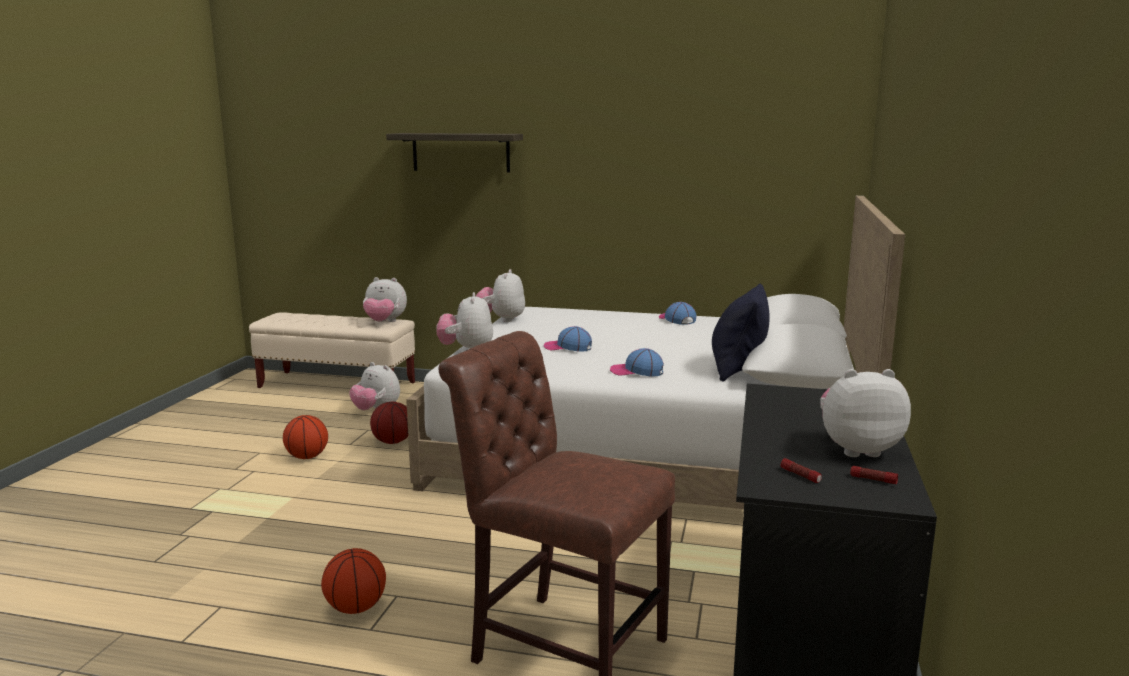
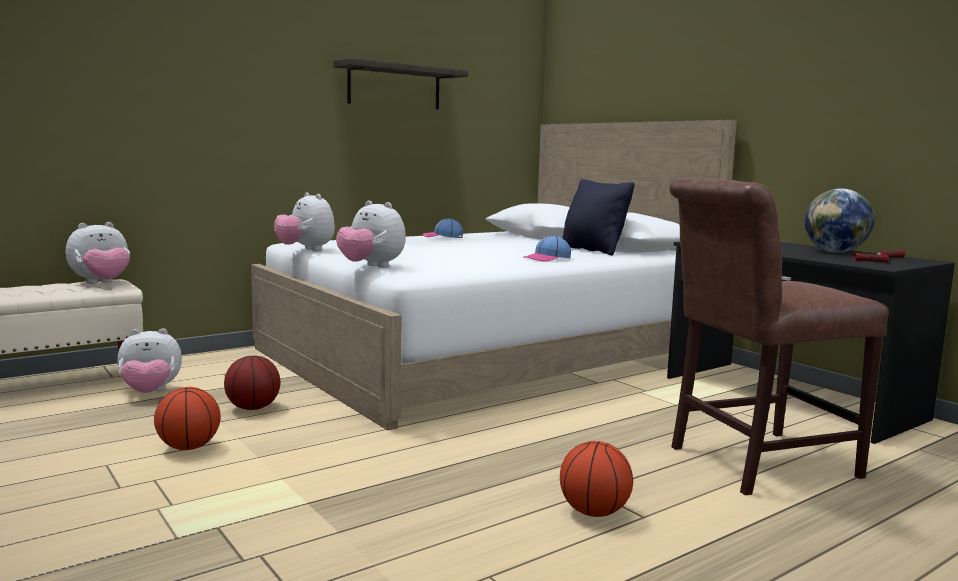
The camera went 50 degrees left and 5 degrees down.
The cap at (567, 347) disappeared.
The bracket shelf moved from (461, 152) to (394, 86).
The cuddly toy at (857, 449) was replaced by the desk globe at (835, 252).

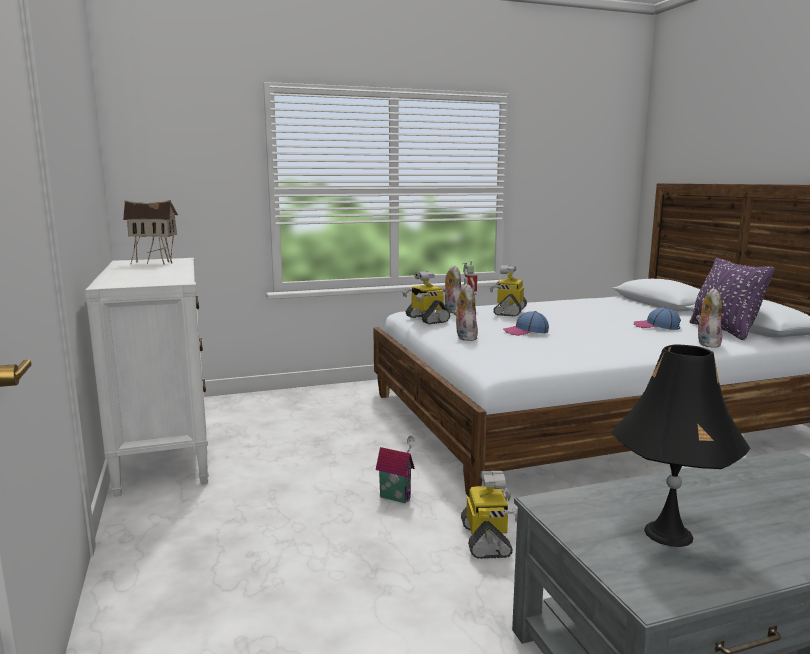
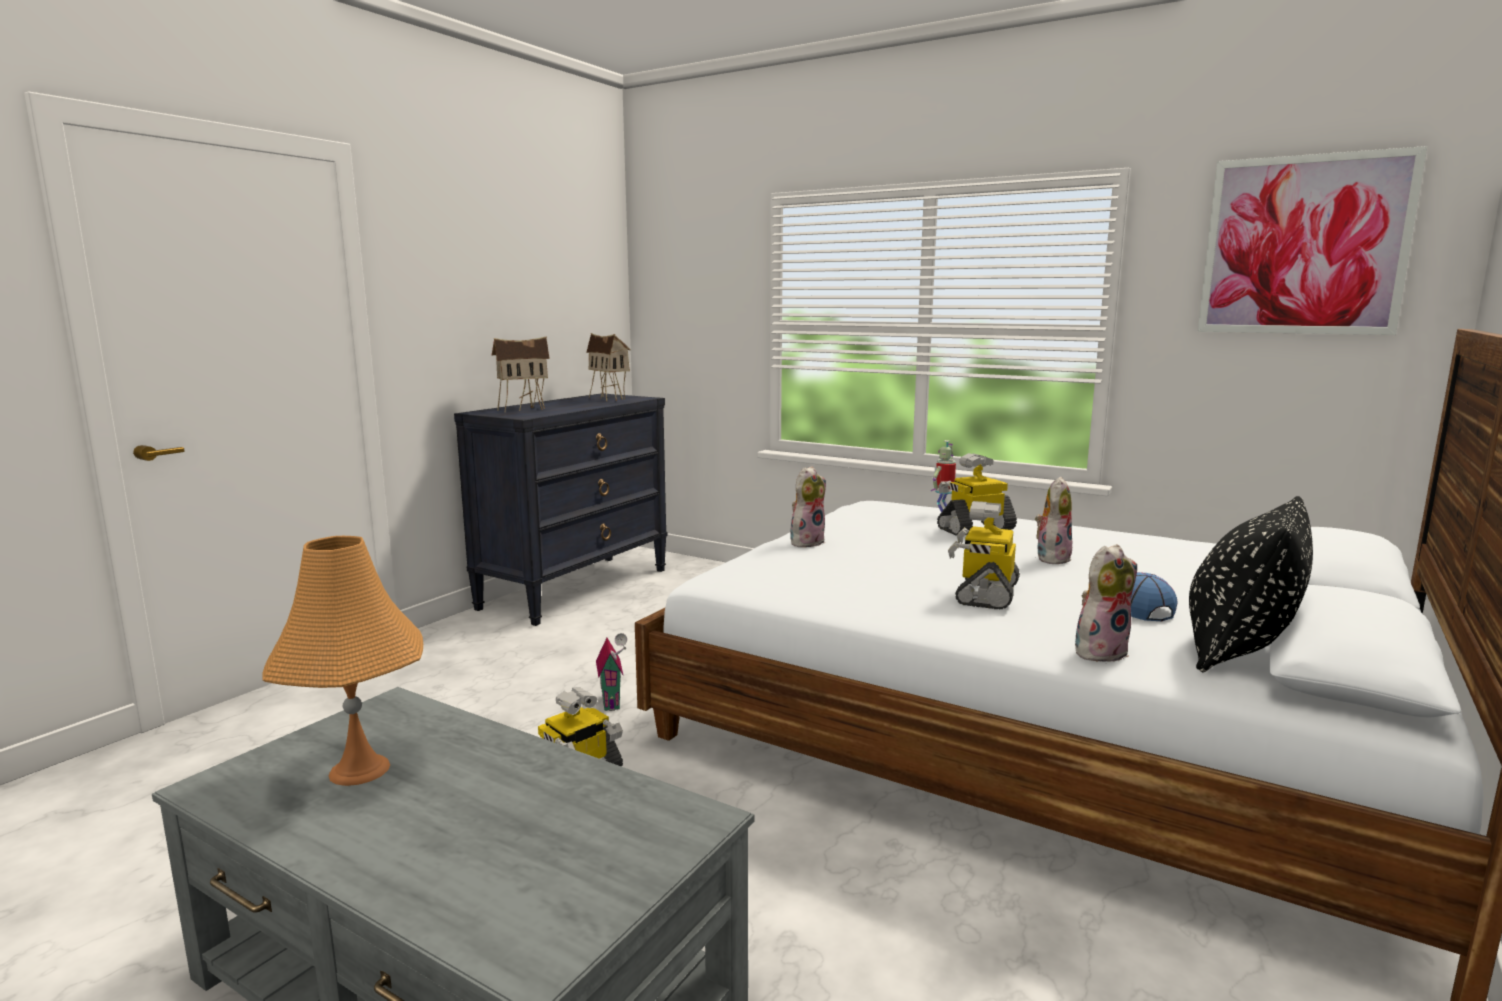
The camera went 50 degrees right and 0 degrees up.
The cap at (525, 331) disappeared.
The model house at (522, 409) appeared.
The picture at (1303, 245) appeared.
The model robot moved from (426, 319) to (985, 594).
The cuddly toy moved from (451, 311) to (1051, 558).
The whitish drawer chest at (164, 447) became the black drawer chest at (576, 588).
The black lamp for a table at (668, 534) became the orangey lamp for a table at (359, 770).
The purplish cushion at (724, 331) became the black cushion at (1238, 650).

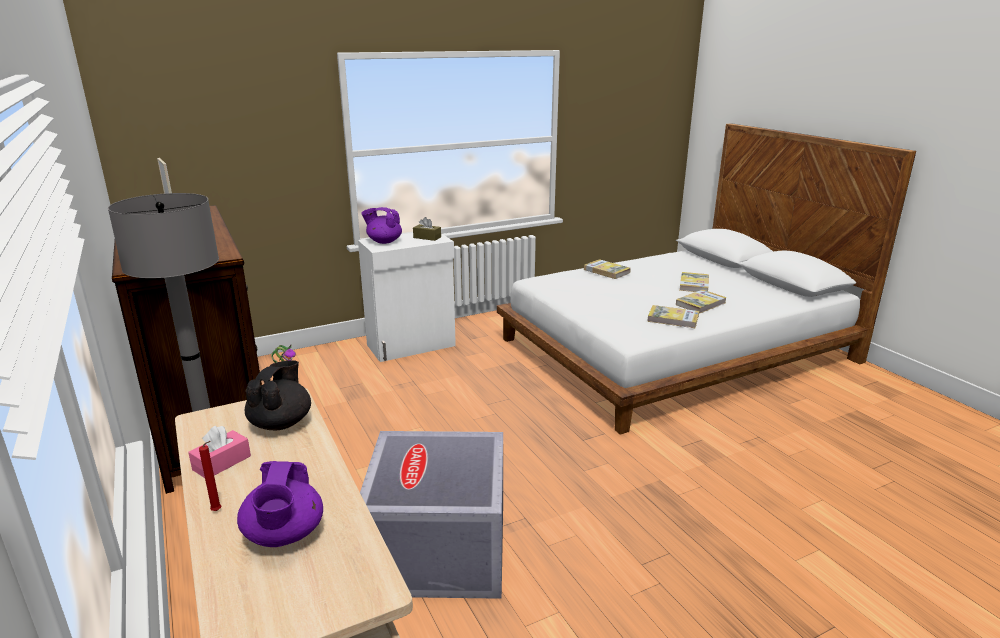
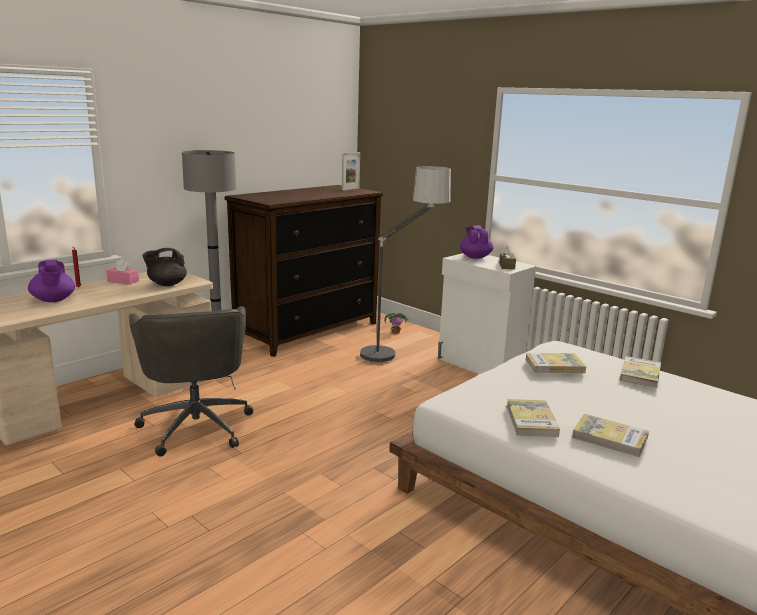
The camera went 70 degrees right and 5 degrees down.
The floor lamp at (399, 350) appeared.
The volume moved from (694, 284) to (554, 366).
The greyish storage container at (440, 549) was replaced by the greyish desk chair at (196, 425).
The purplish tea pot at (284, 535) turned 90 degrees counterclockwise.
The black tea pot at (281, 423) turned 150 degrees clockwise.

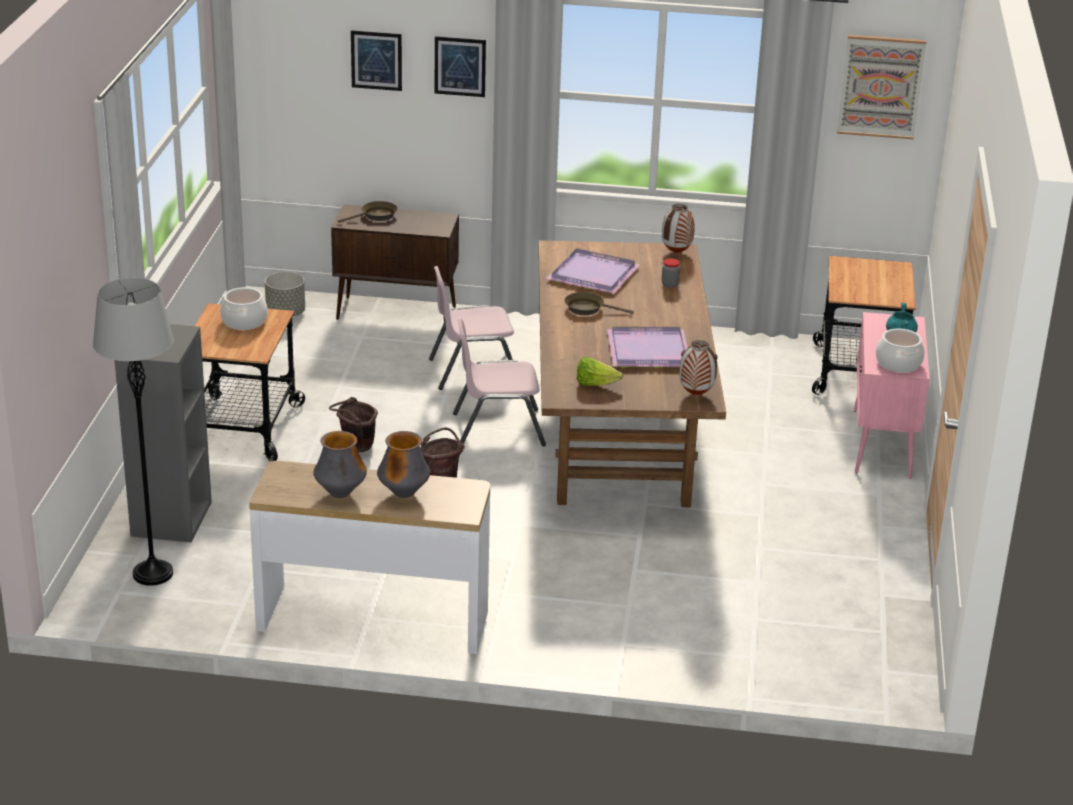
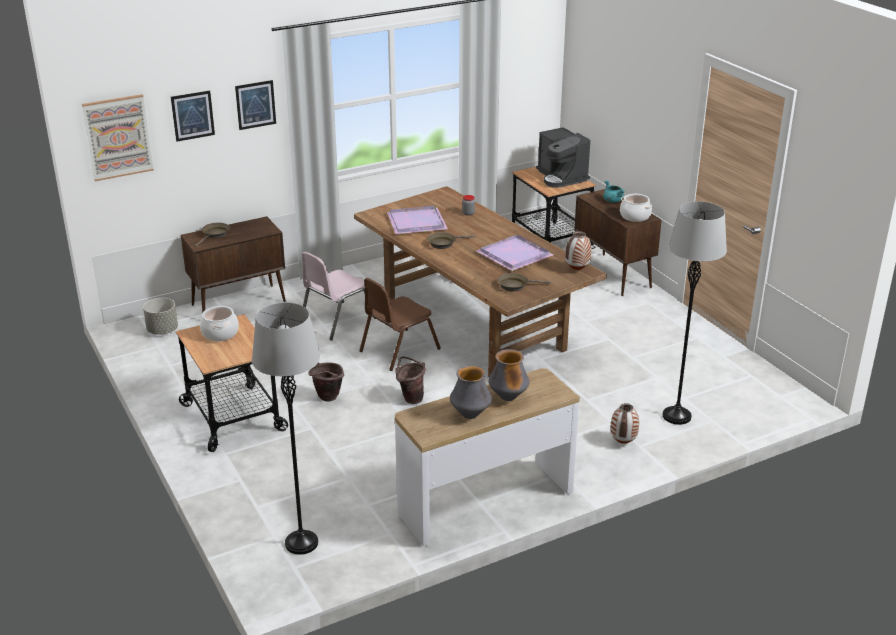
The camera went 35 degrees left and 0 degrees up.
The greyish bookcase at (171, 518) disappeared.
The coffee brewer at (561, 177) appeared.
The greyish floor lamp at (676, 416) appeared.
The decorative vase moved from (676, 253) to (623, 442).
The picture moved from (881, 86) to (118, 137).
The lettuce at (595, 384) was replaced by the brown-coloured skillet at (515, 285).
The pinkish chair at (498, 429) became the brown-coloured chair at (398, 350).
The pinkish storage cabinet at (882, 444) became the brown-coloured storage cabinet at (613, 275).

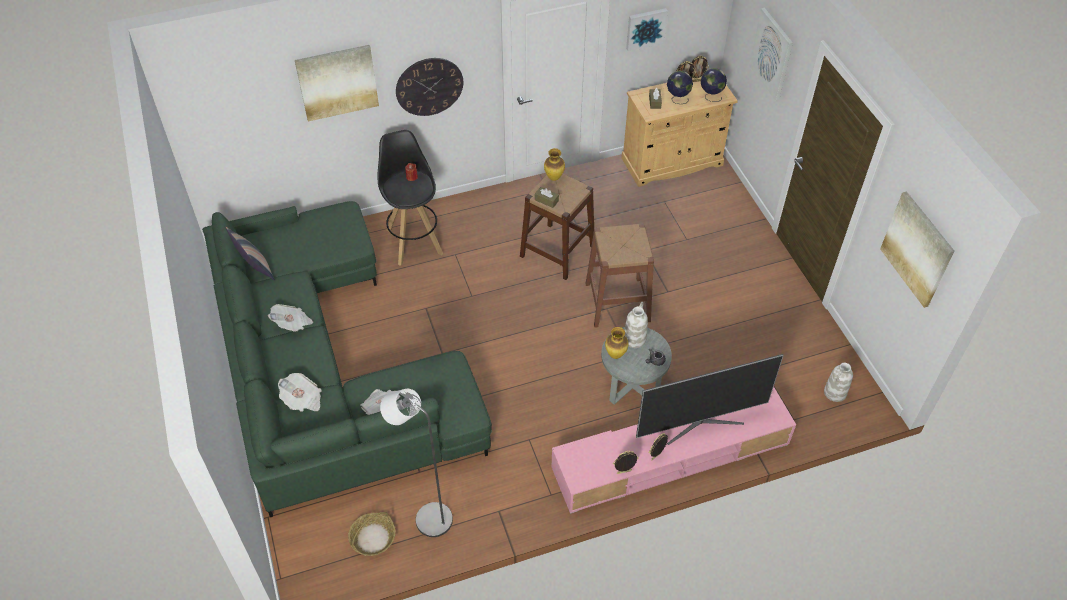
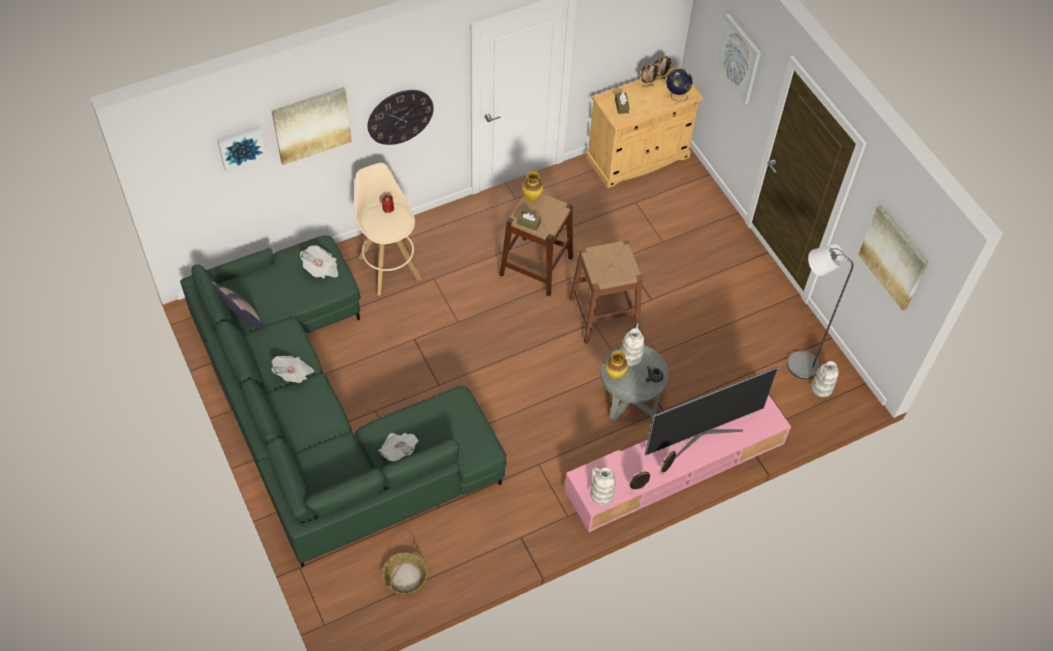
The camera went 10 degrees left and 5 degrees up.
The desk globe at (677, 99) disappeared.
The whitish decorative vase at (601, 494) appeared.
The printed paper moved from (302, 400) to (321, 269).
The greyish floor lamp moved from (427, 517) to (796, 363).
The picture moved from (645, 28) to (241, 147).
The black sitting stool at (414, 241) became the beige sitting stool at (389, 267).

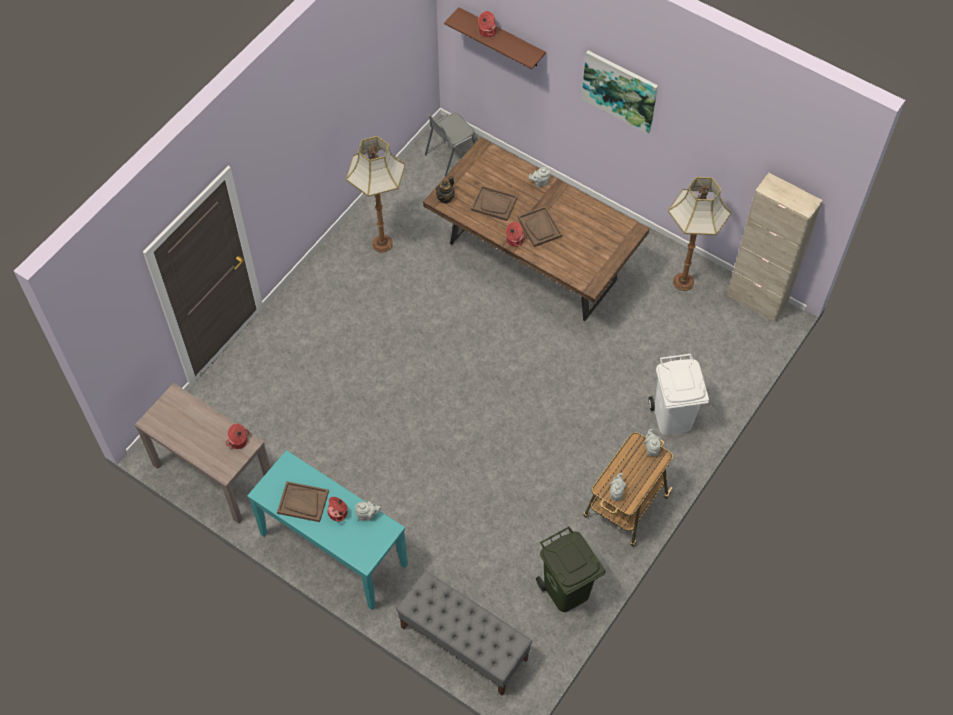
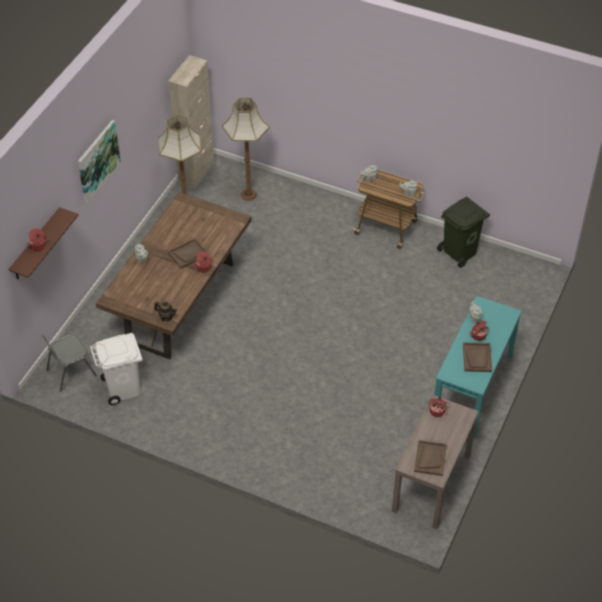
The camera went 100 degrees left and 10 degrees down.
The greyish indoor bench at (463, 643) disappeared.
The floor lamp moved from (383, 243) to (248, 194).
The brown-coloured serving tray moved from (494, 204) to (430, 458).
The whitish rubbish bin moved from (672, 417) to (123, 389).
The greyish chair at (451, 155) turned 105 degrees clockwise.

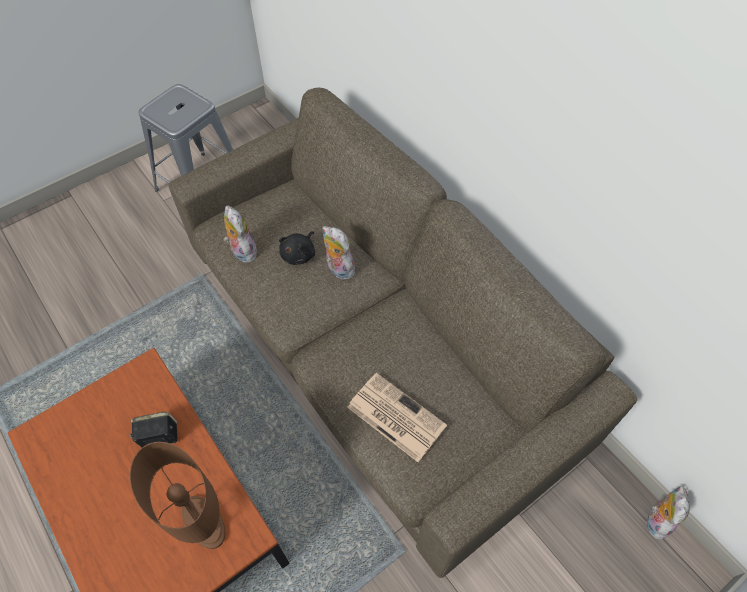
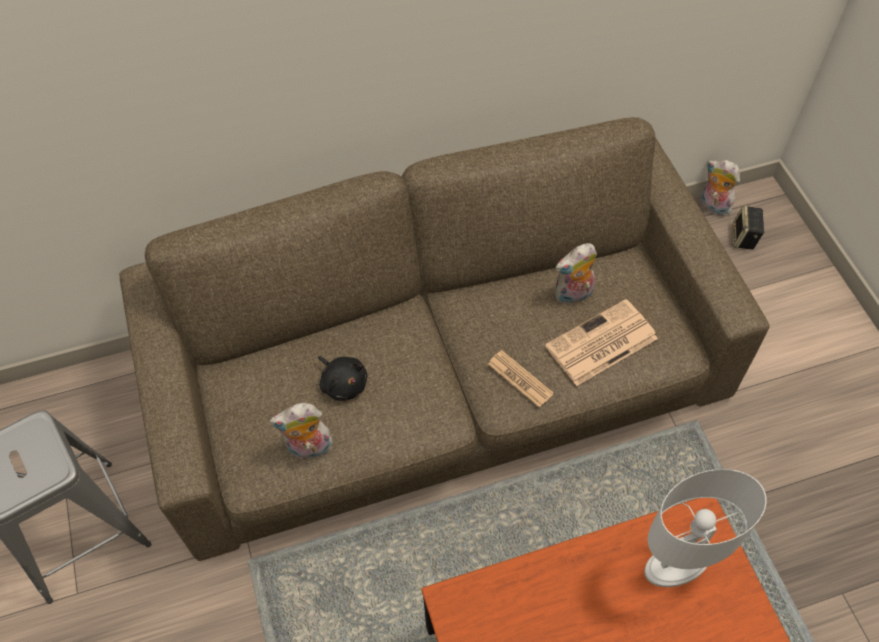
The camera went 70 degrees left and 0 degrees up.
The printed paper at (520, 379) appeared.
The audio speaker moved from (159, 437) to (744, 238).
The cuddly toy moved from (338, 269) to (573, 296).
The brown-coloured lamp for a table at (204, 522) became the whitish lamp for a table at (676, 564).

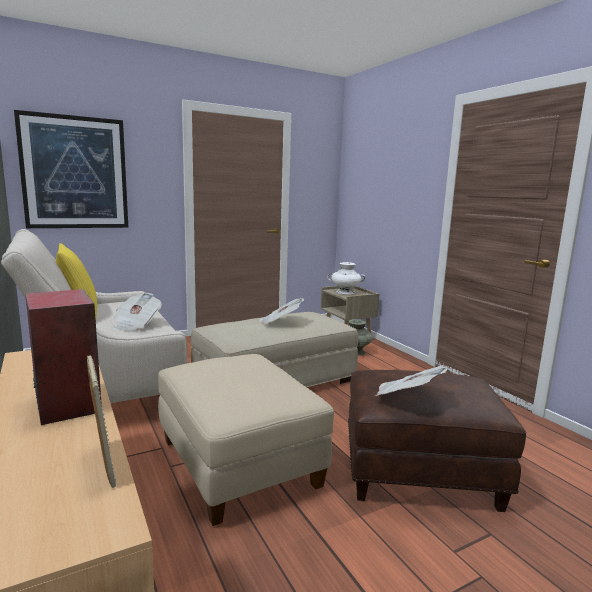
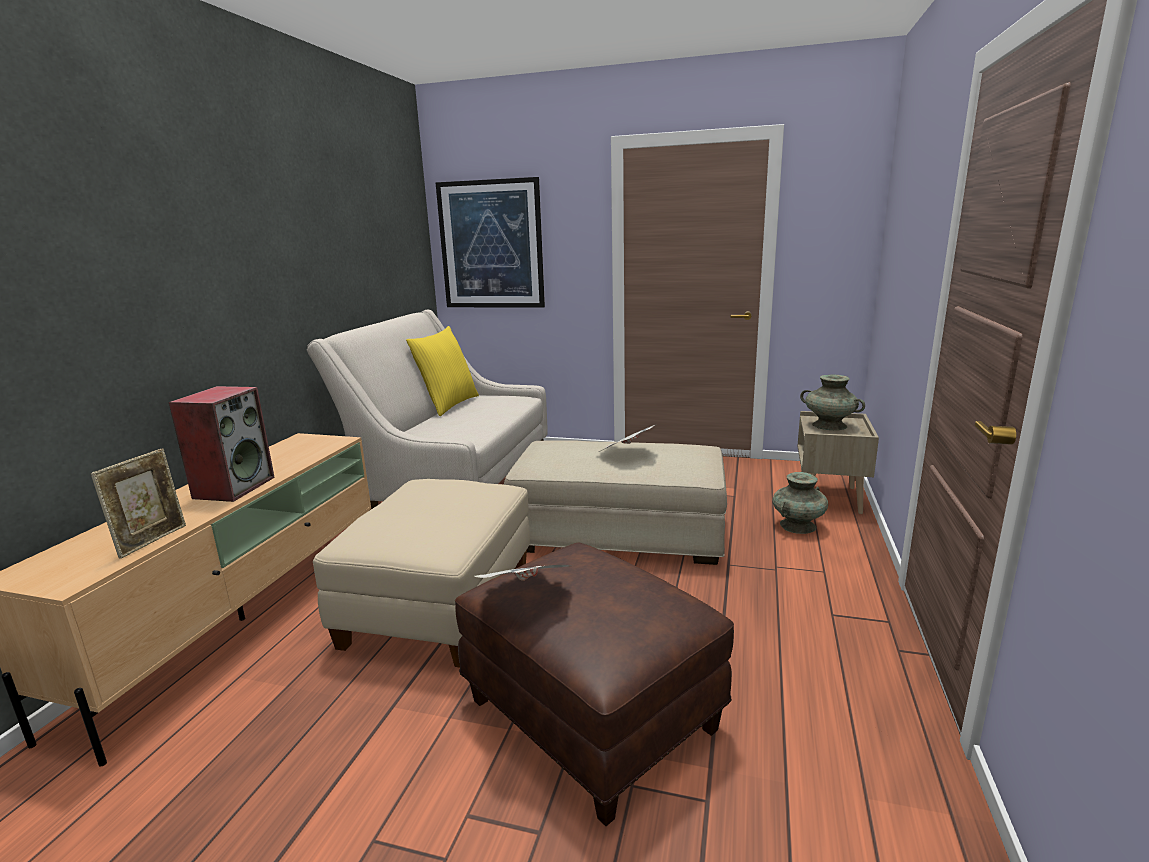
The camera went 45 degrees right and 5 degrees up.
The printed paper at (136, 324) disappeared.
The whitish decorative vase at (345, 292) became the turquoise decorative vase at (829, 425).

